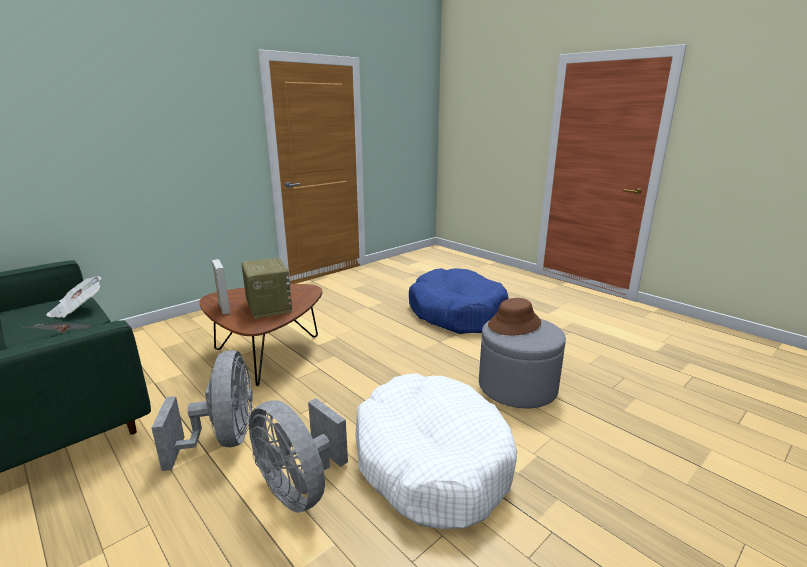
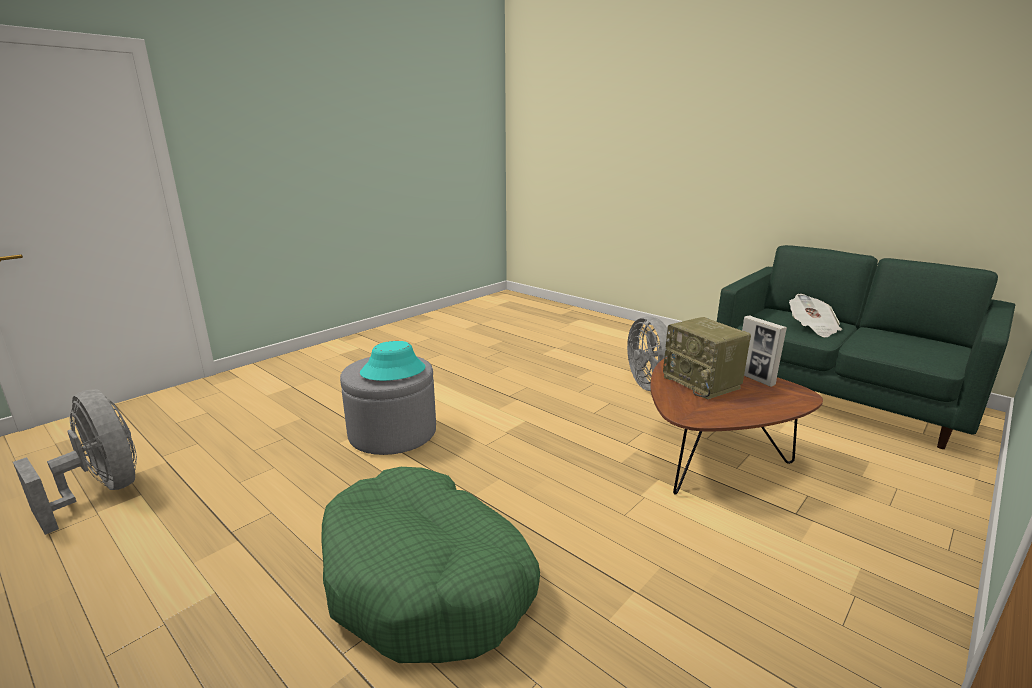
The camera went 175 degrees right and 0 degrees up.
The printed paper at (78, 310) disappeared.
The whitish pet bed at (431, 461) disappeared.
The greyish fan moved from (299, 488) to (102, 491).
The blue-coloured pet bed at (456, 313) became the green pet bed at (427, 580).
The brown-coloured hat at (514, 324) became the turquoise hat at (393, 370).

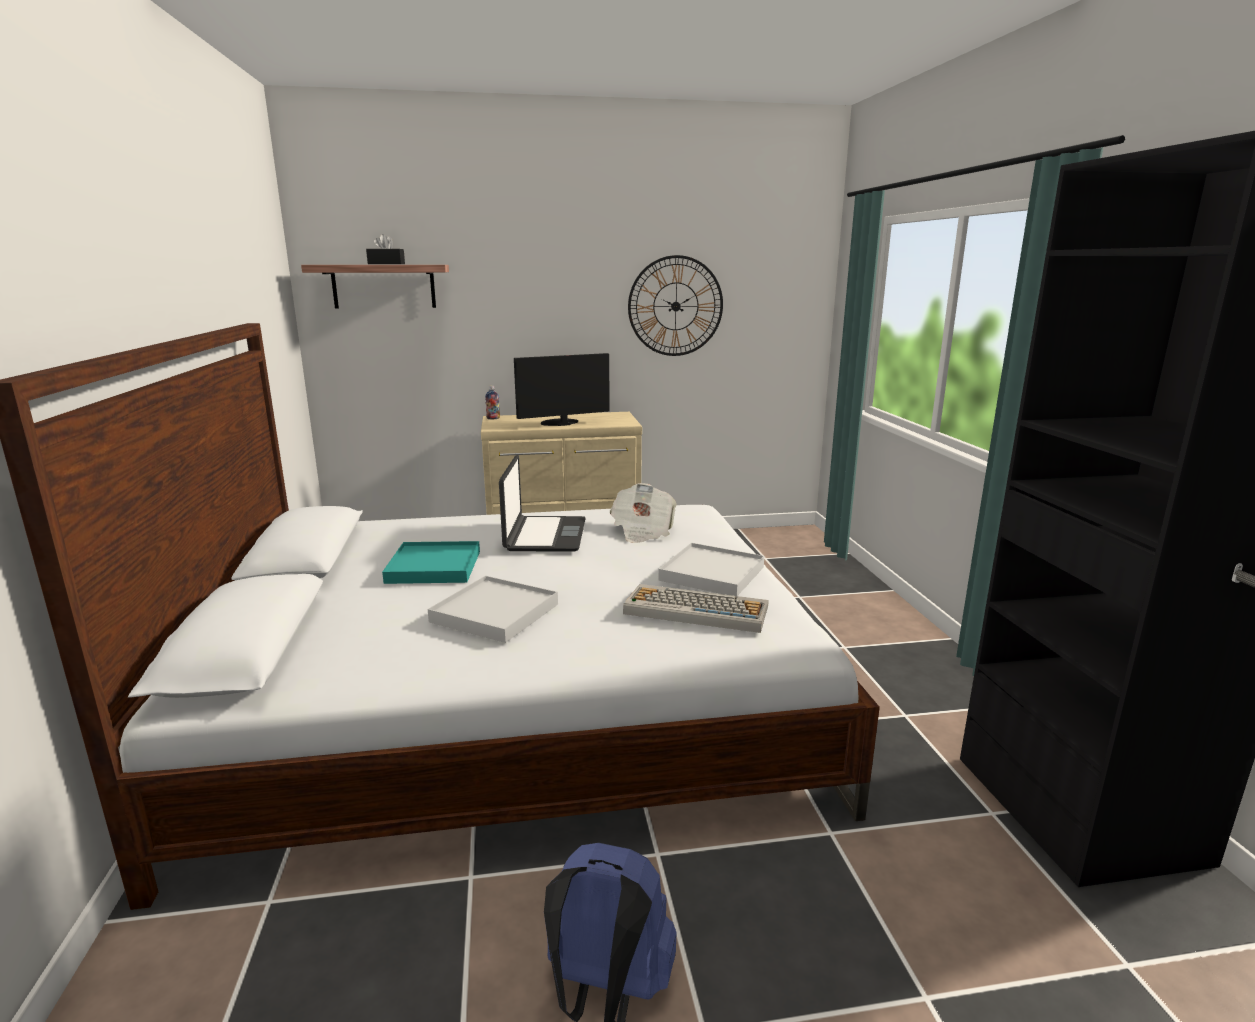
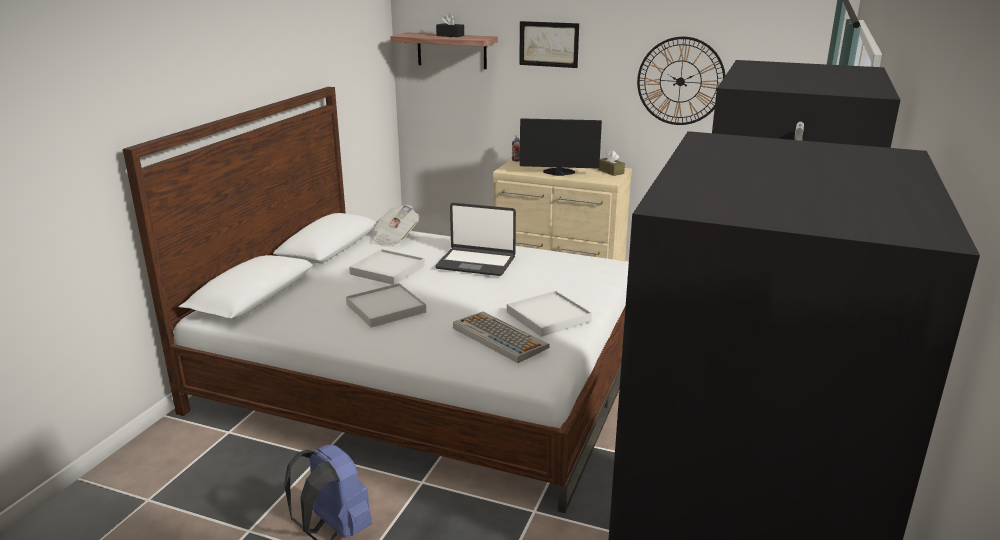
The camera went 30 degrees right and 5 degrees up.
The picture at (548, 44) appeared.
The brown-coloured tissue holder at (611, 171) appeared.
The printed paper moved from (642, 531) to (394, 238).
The turquoise serving tray at (434, 567) became the whitish serving tray at (387, 270).
The portable computer at (544, 535) turned 75 degrees clockwise.

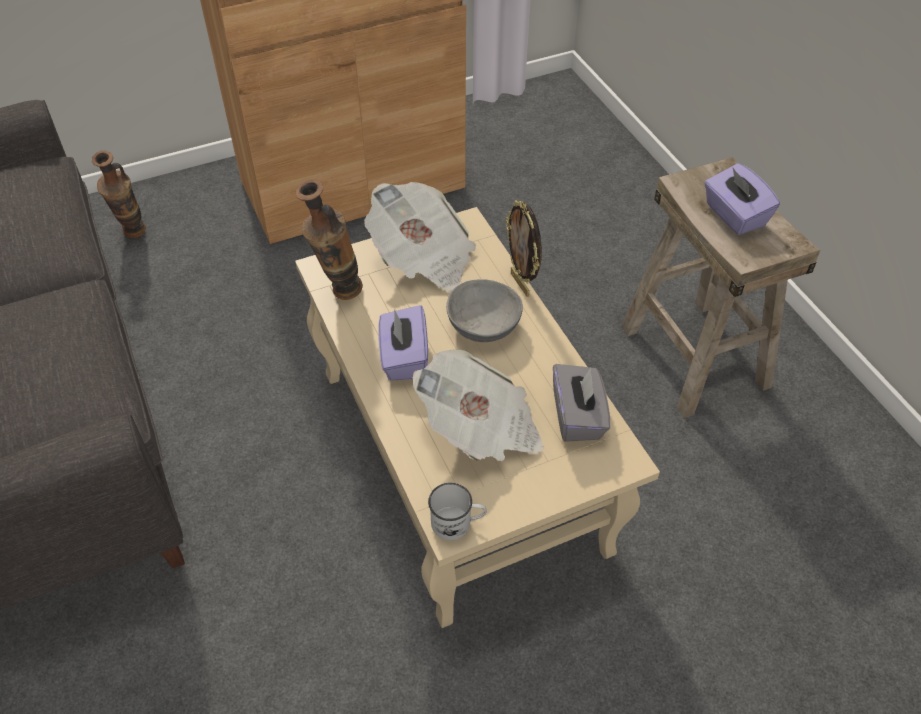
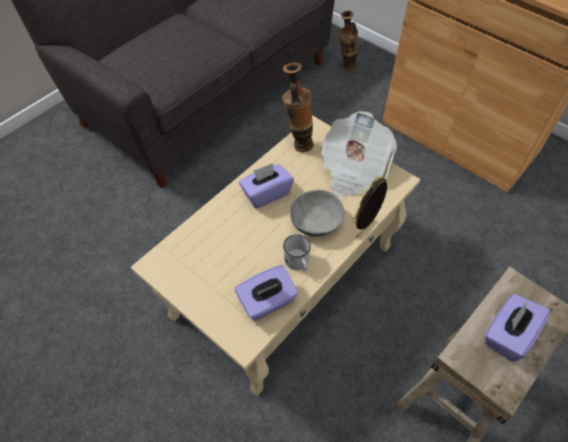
The camera went 65 degrees right and 5 degrees up.
The printed paper at (481, 428) disappeared.
The whitish tea mug moved from (457, 523) to (298, 263).
The greyish tissue holder at (578, 417) became the purplish tissue holder at (267, 302).

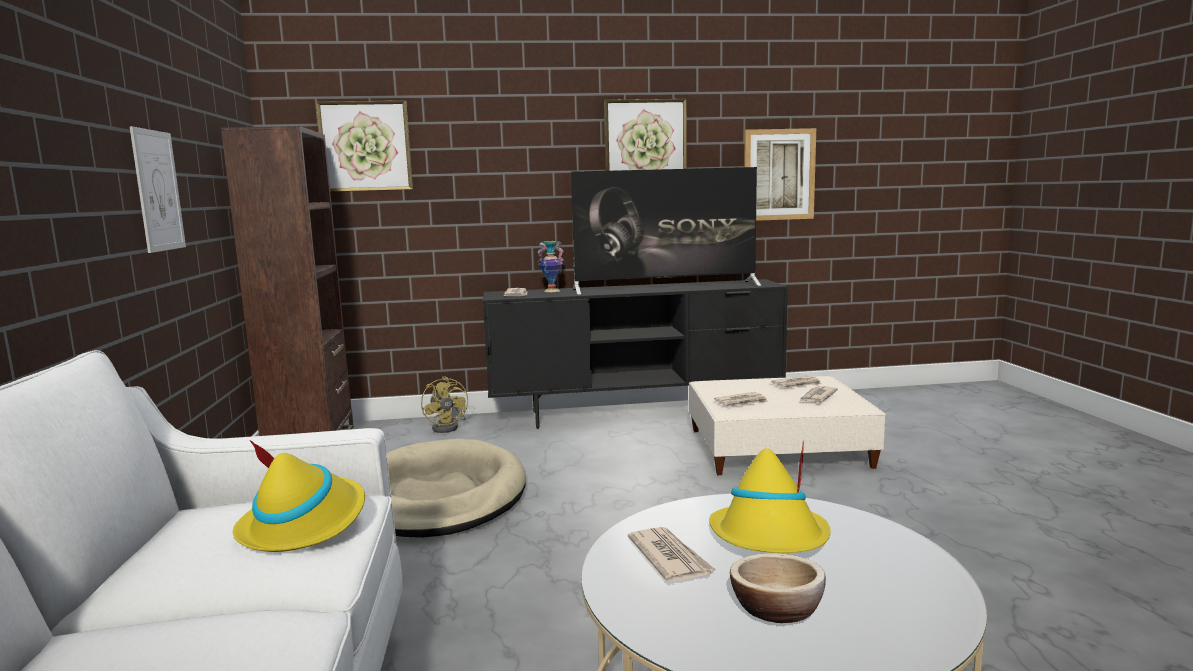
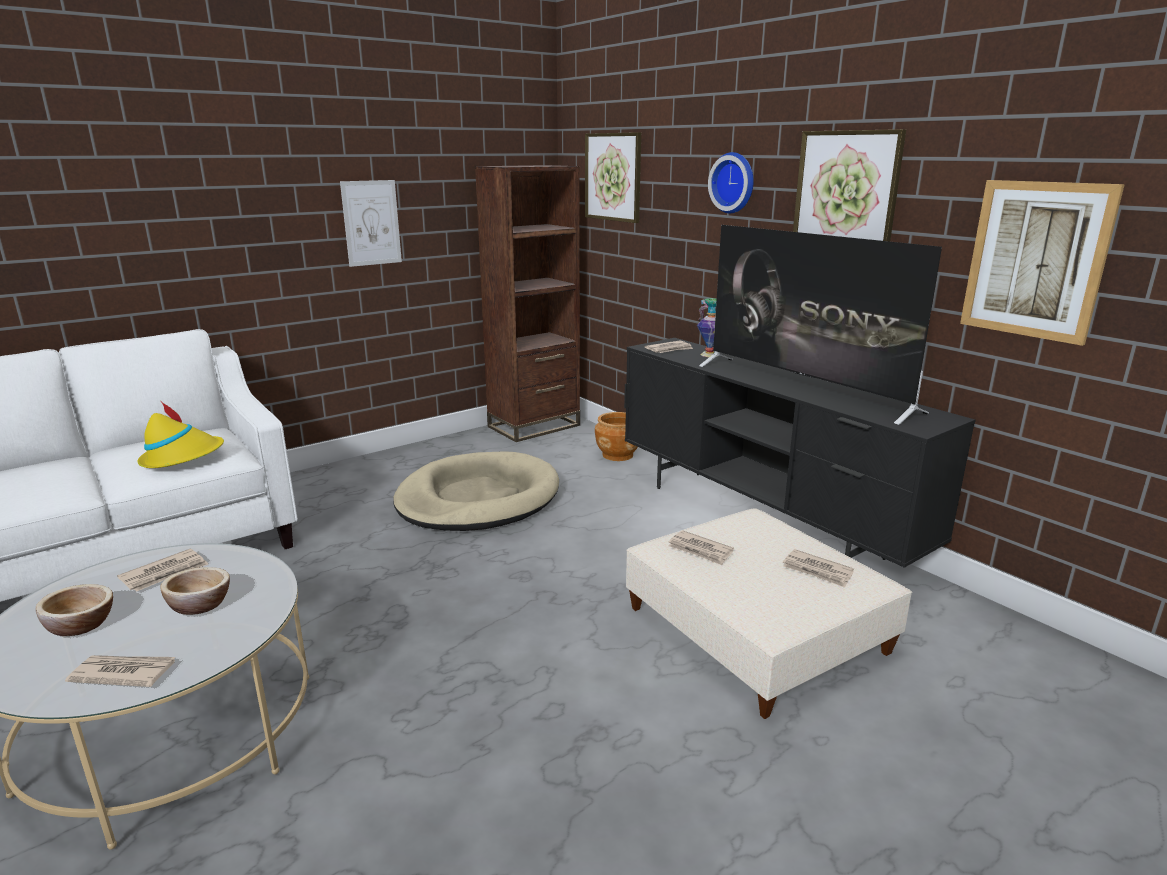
The camera went 60 degrees right and 10 degrees up.
The wall clock at (734, 183) appeared.
The printed paper moved from (817, 397) to (123, 673).
The yellowish fan at (448, 427) was replaced by the brown-coloured plant pot at (618, 455).
The yellowish hat at (770, 538) was replaced by the serving bowl at (200, 605).

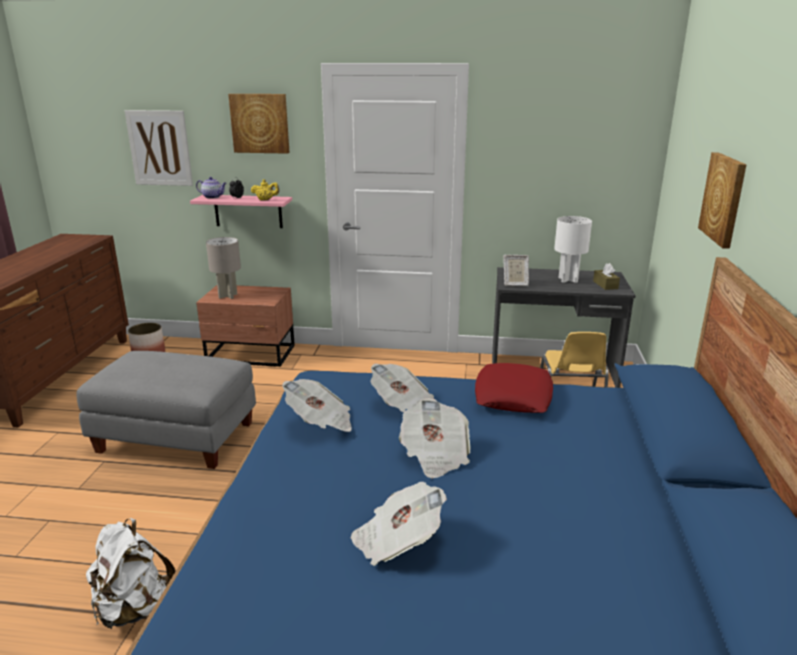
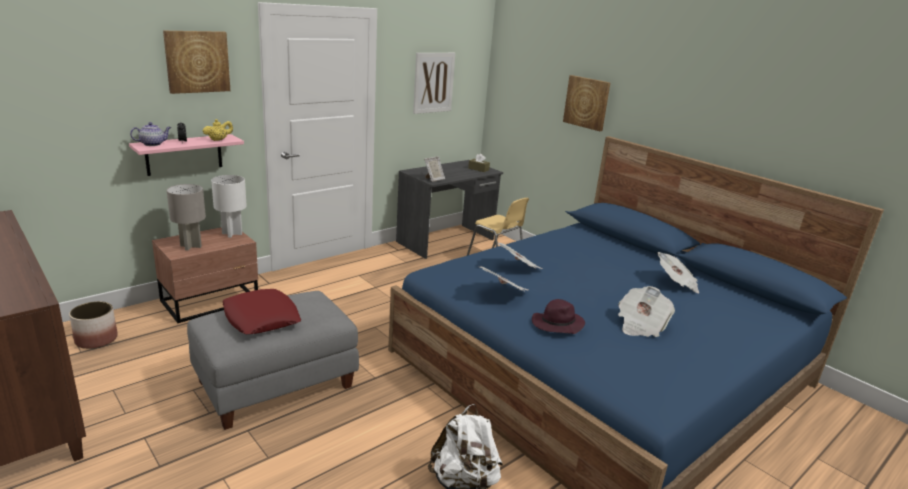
The camera went 50 degrees left and 0 degrees up.
The purplish hat at (556, 325) appeared.
The picture moved from (160, 148) to (433, 82).
The printed paper moved from (435, 455) to (676, 284).
The reddish cushion moved from (513, 396) to (261, 318).
The whitish lamp for a table moved from (568, 279) to (232, 233).

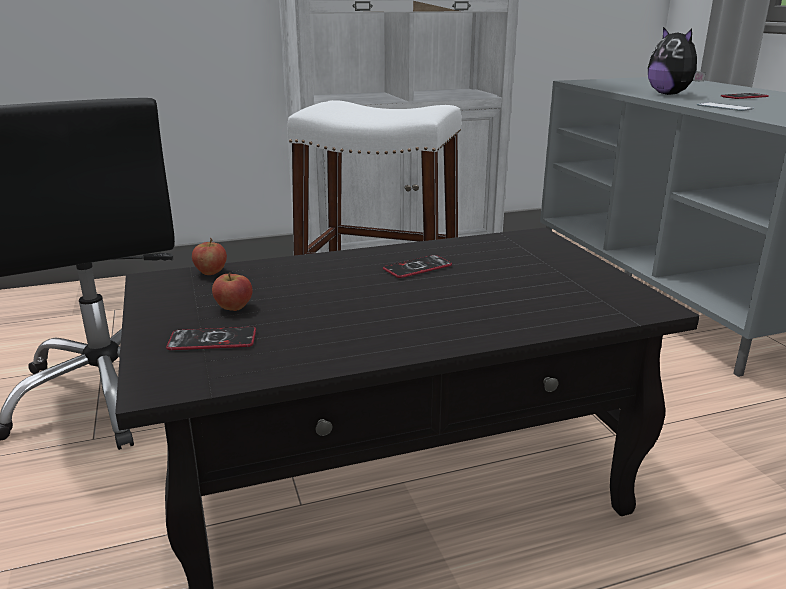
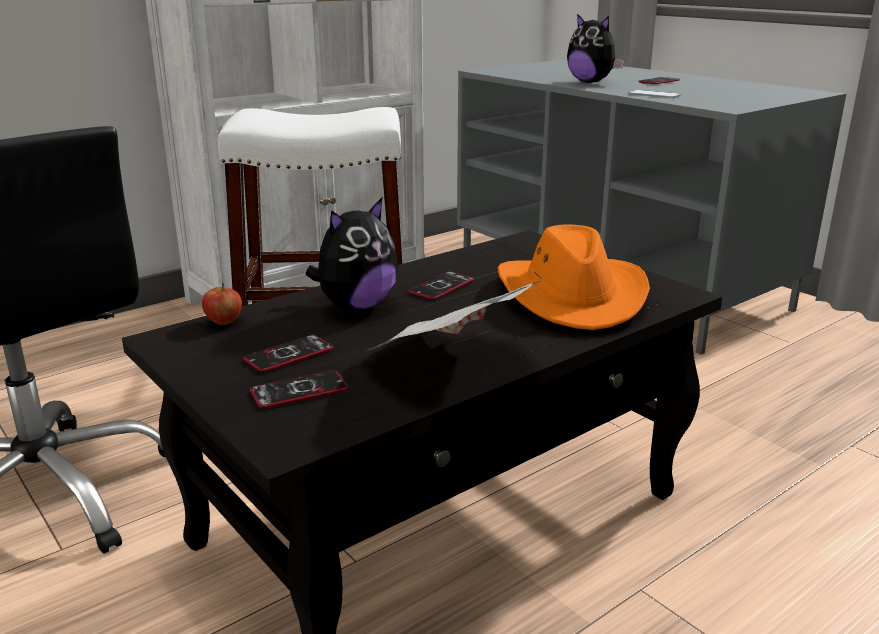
The camera went 20 degrees left and 0 degrees up.
The cuddly toy at (356, 306) appeared.
The printed paper at (447, 362) appeared.
The orangey hat at (572, 296) appeared.
The apple at (234, 308) was replaced by the handset at (288, 355).

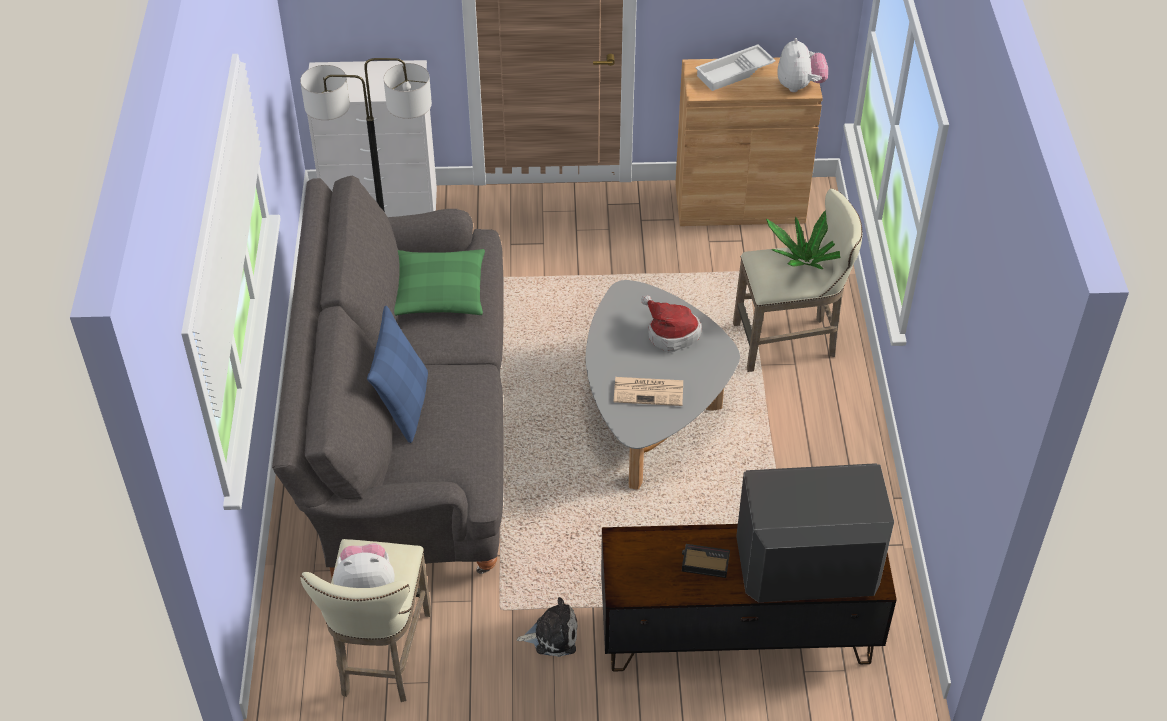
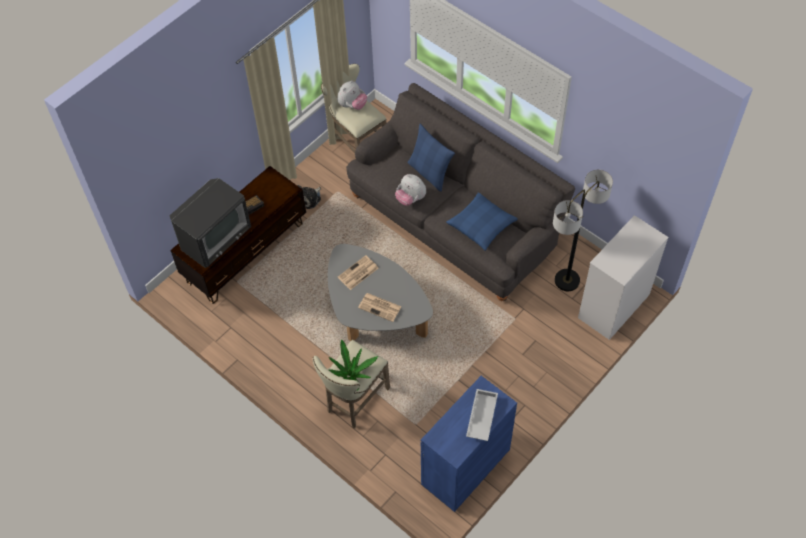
The camera went 135 degrees right and 10 degrees up.
The cuddly toy moved from (800, 86) to (410, 199).
The hat at (670, 333) was replaced by the printed paper at (380, 307).
The green cushion at (438, 292) became the blue-coloured cushion at (482, 225).
The brown-coloured storage cabinet at (739, 203) became the blue-coloured storage cabinet at (465, 467).

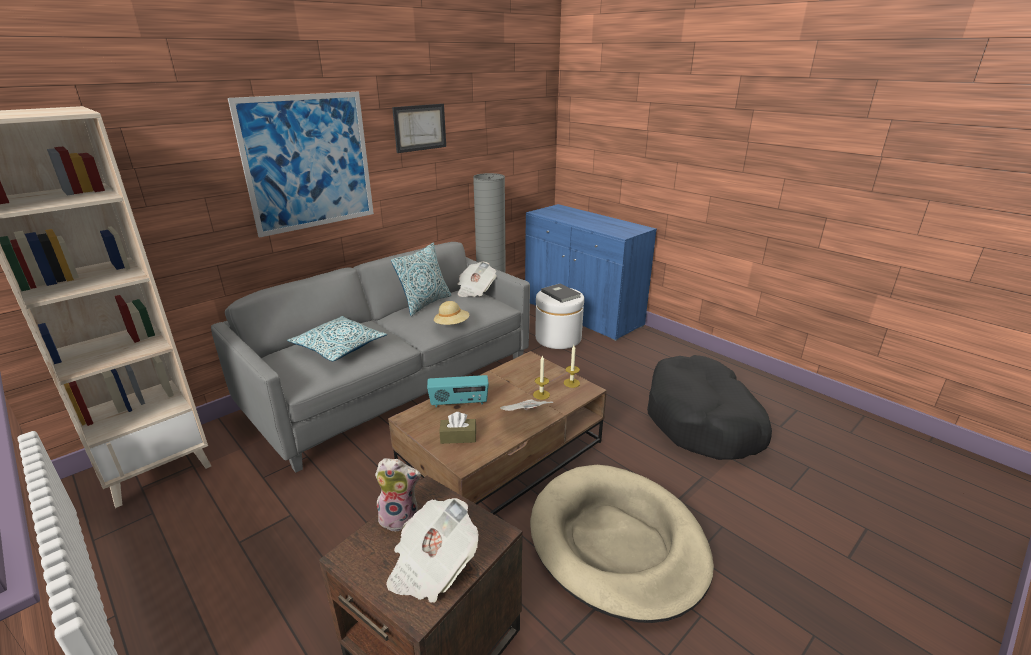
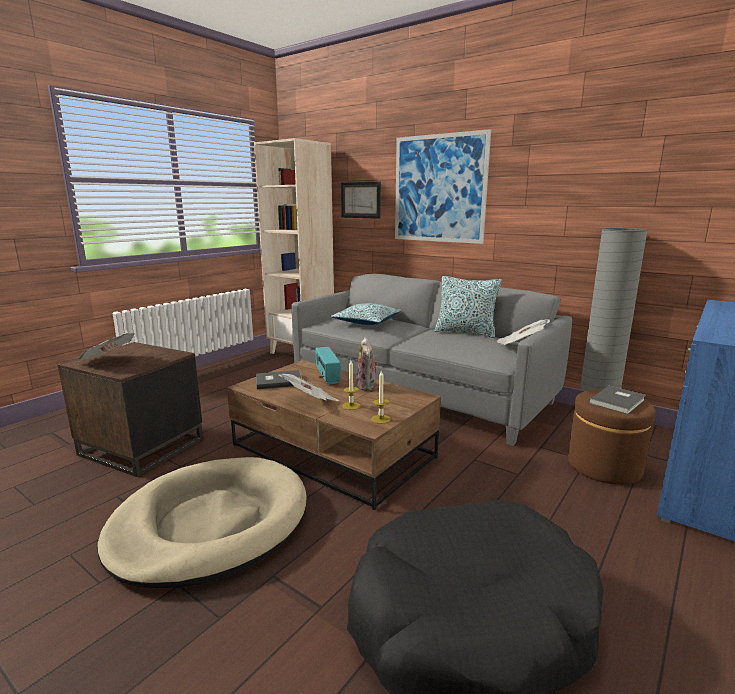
The camera went 80 degrees right and 10 degrees down.
The beige hat at (452, 325) disappeared.
The cuddly toy moved from (401, 518) to (367, 386).
The picture moved from (420, 127) to (360, 200).
The brown-coloured tissue holder at (458, 437) was replaced by the greyish volume at (278, 381).
The whitish pouffe at (558, 338) became the brown-coloured pouffe at (604, 466).

